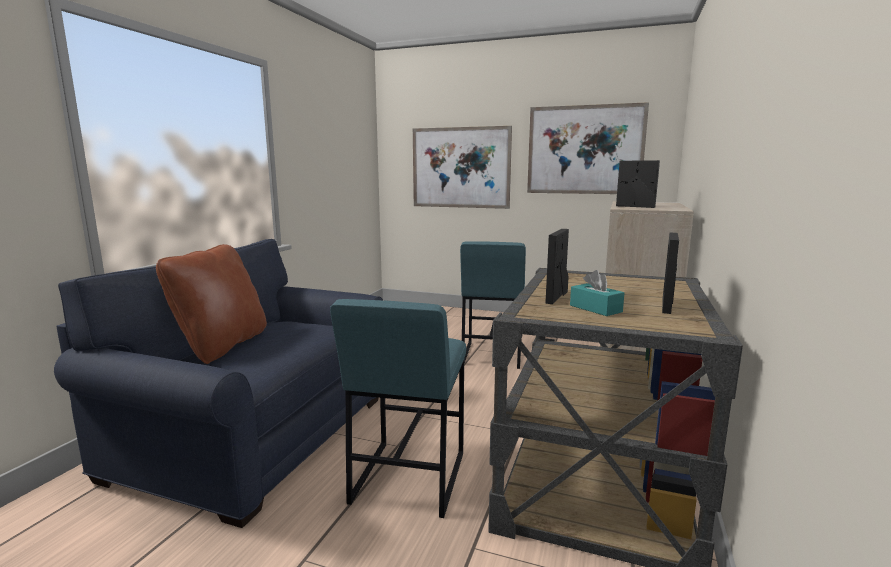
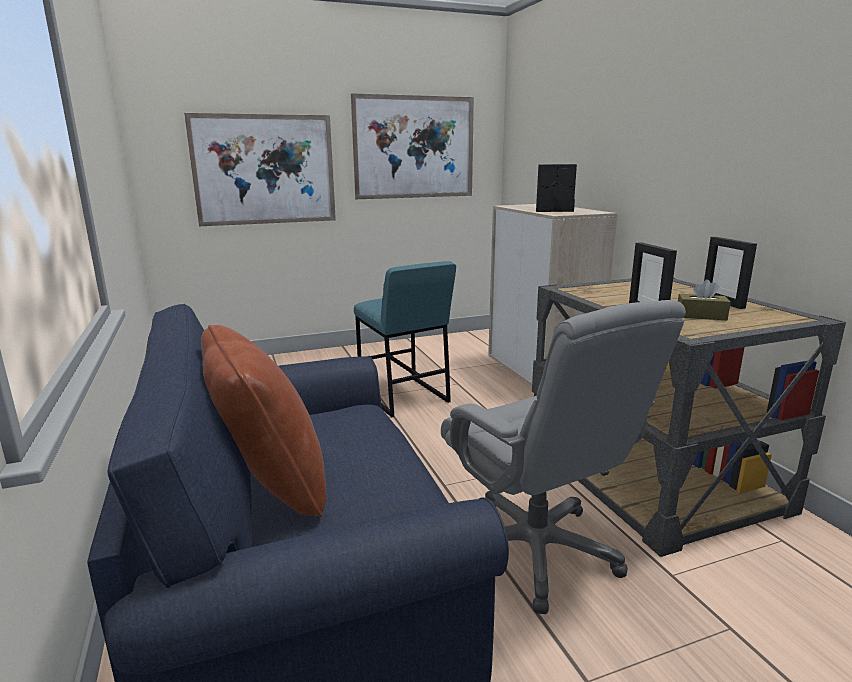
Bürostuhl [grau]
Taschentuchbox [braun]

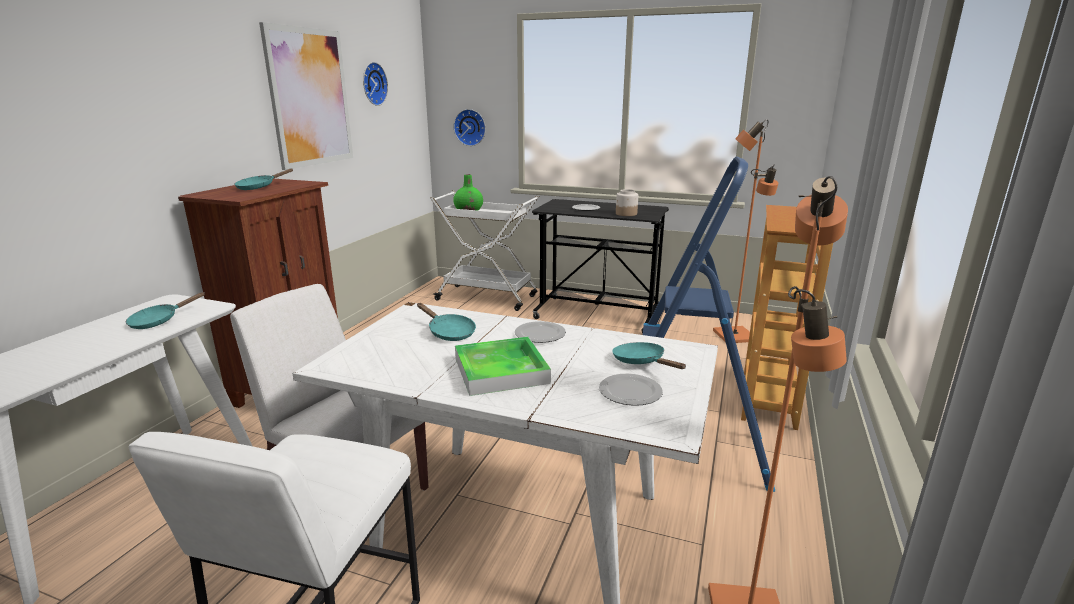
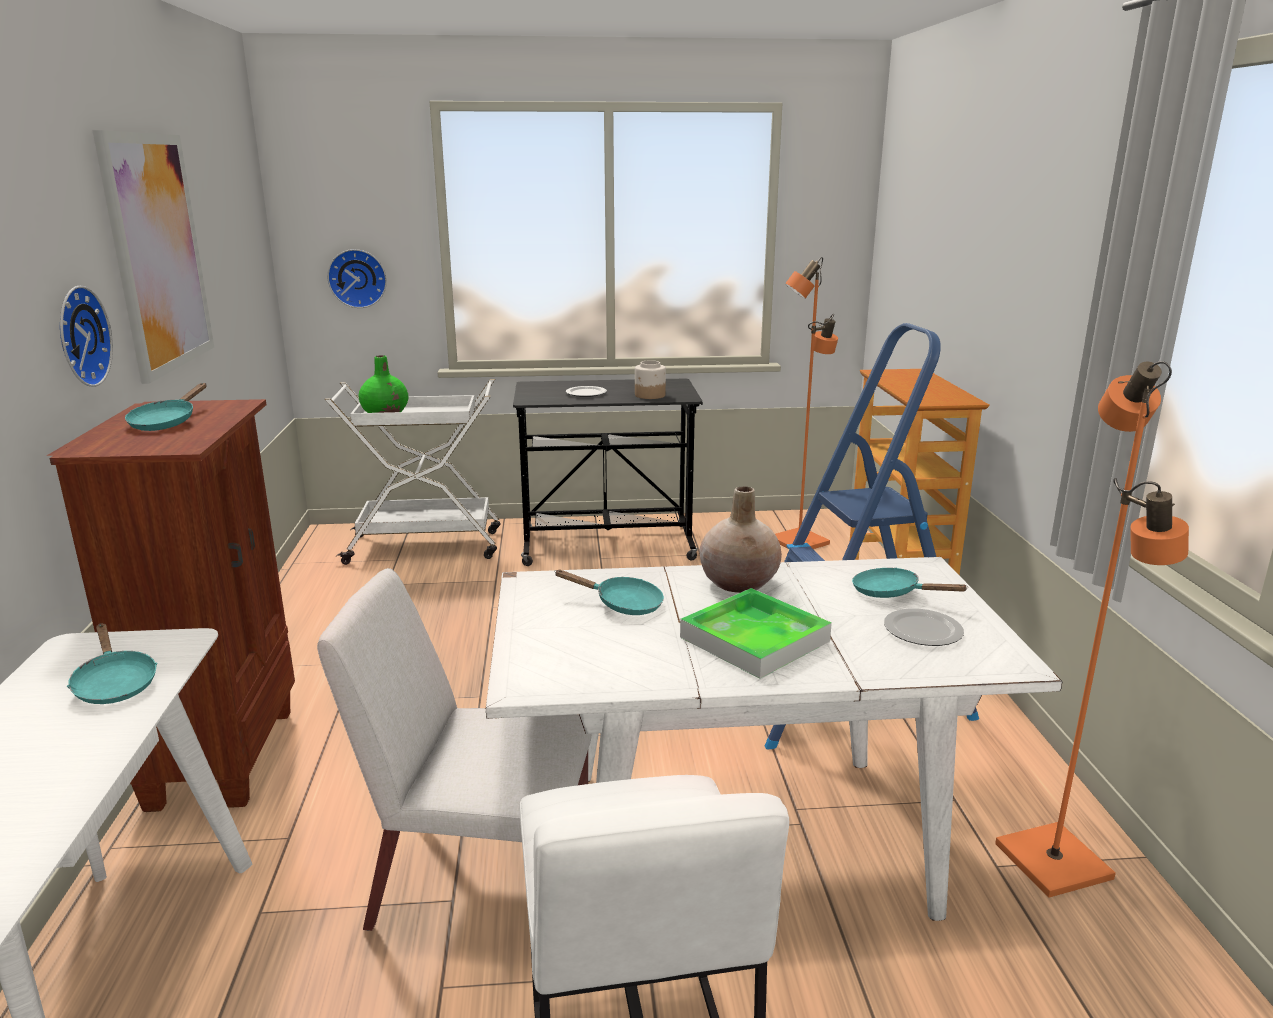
Wanduhr (no. 1 from left)
Vase [beige]
Pfanne [türkis] (no. 1 from left)

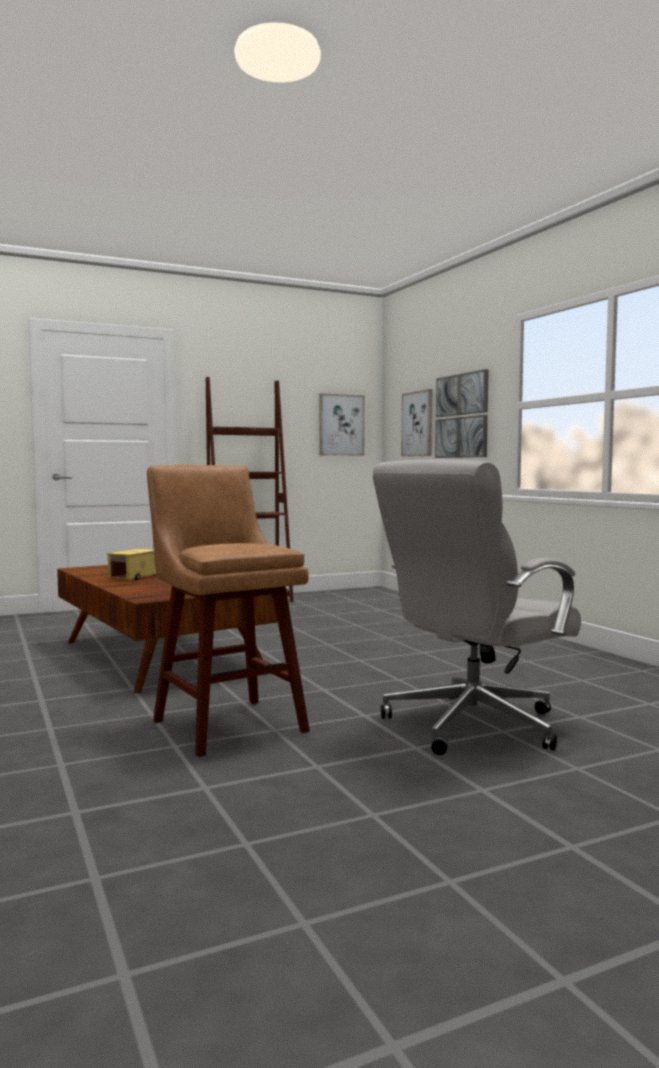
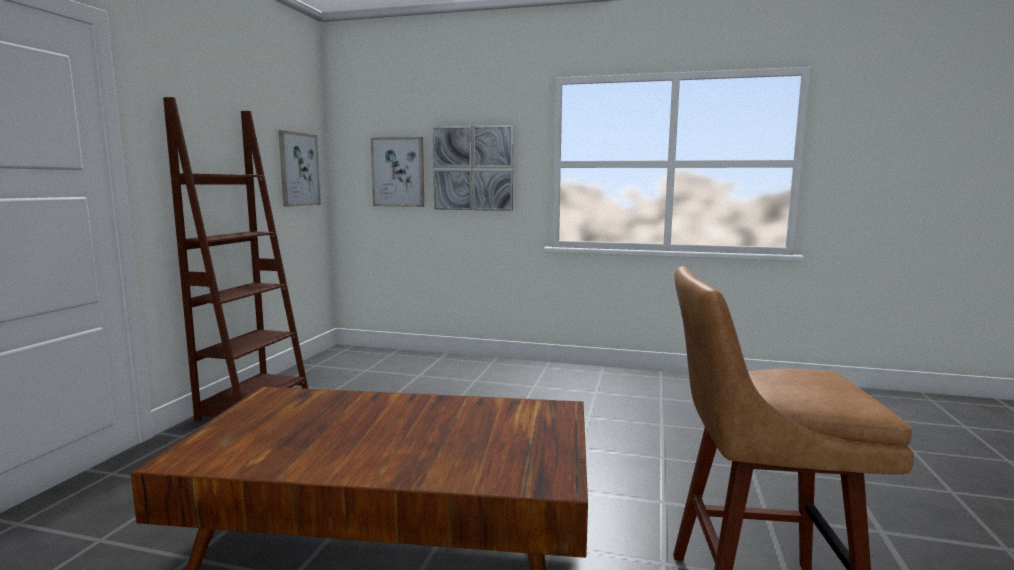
Spielzeuglaster
Bürostuhl [grau]

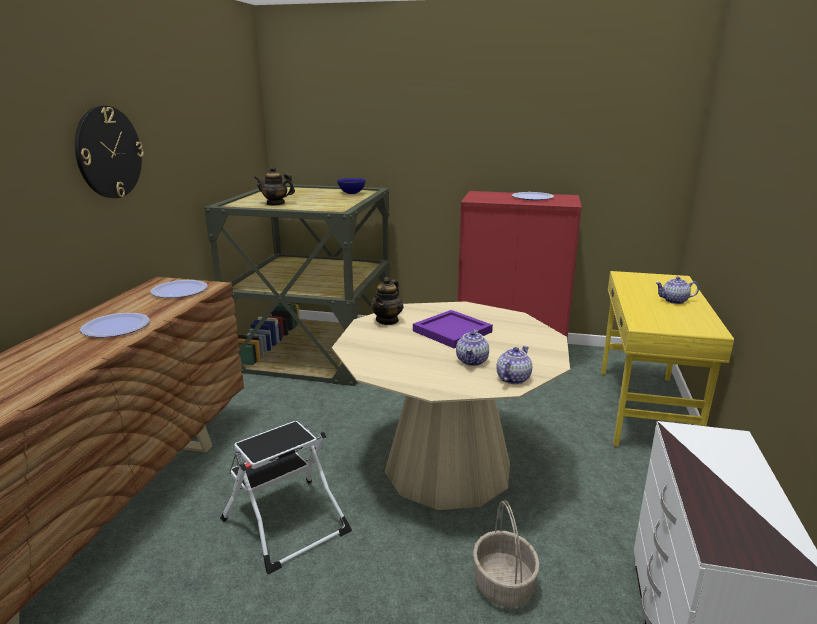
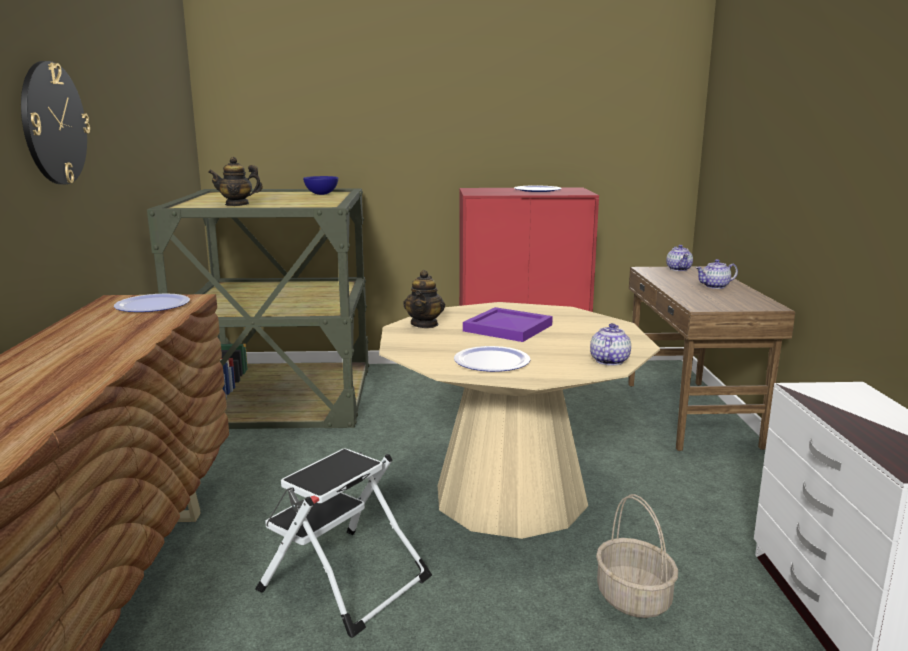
Teller (no. 2 from left)
Teekanne (no. 4 from left)
Konsolentisch [braun]

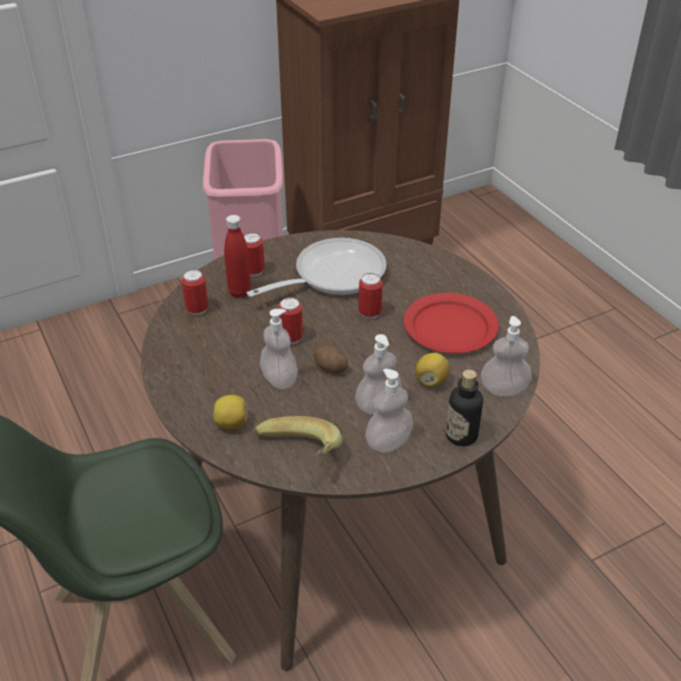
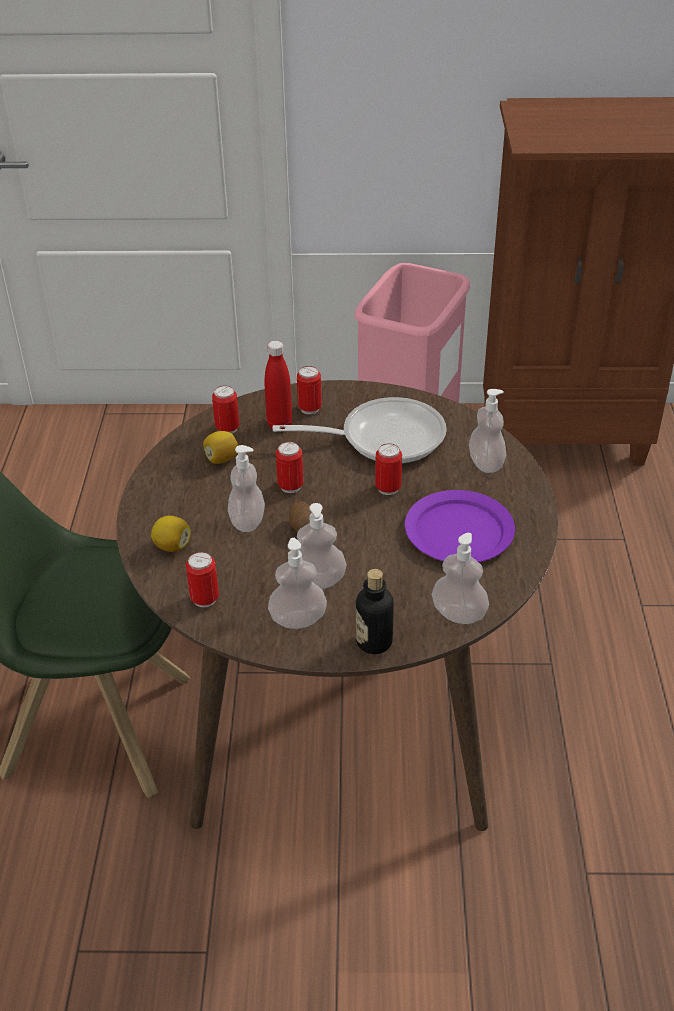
Seifenspender (no. 5 from left)
Zitrone (no. 2 from left)
Dose (no. 1 from left)
Teller [lila]

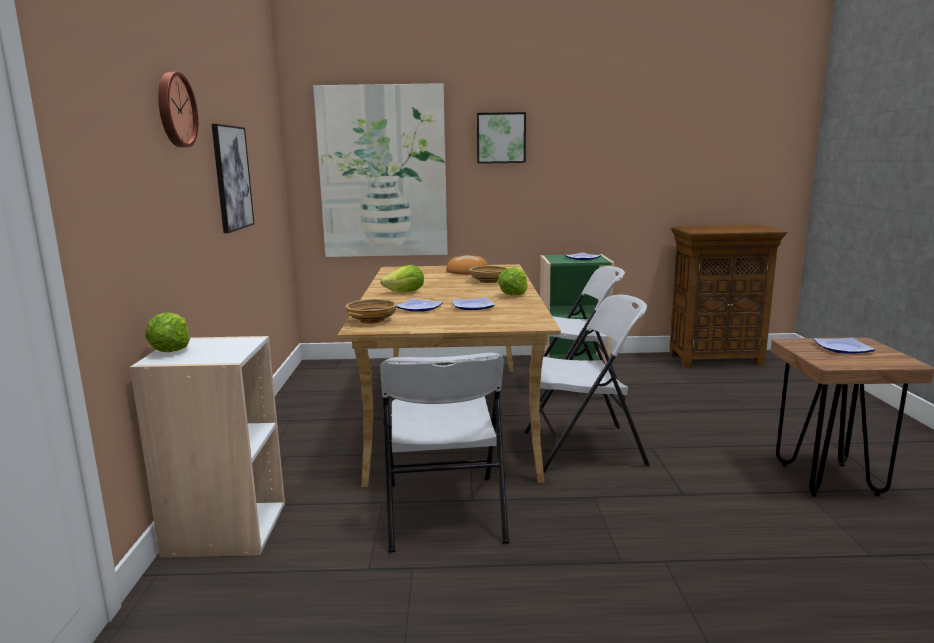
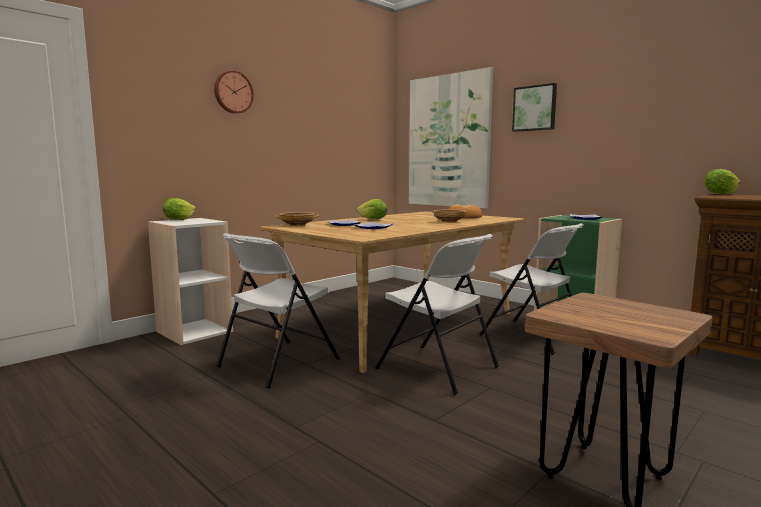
Bild (no. 1 from left in the first image)
Teller (no. 4 from left in the first image)
Salatkopf (no. 3 from left)

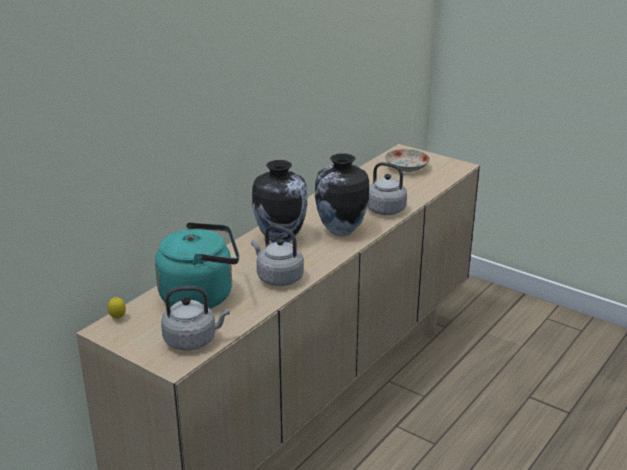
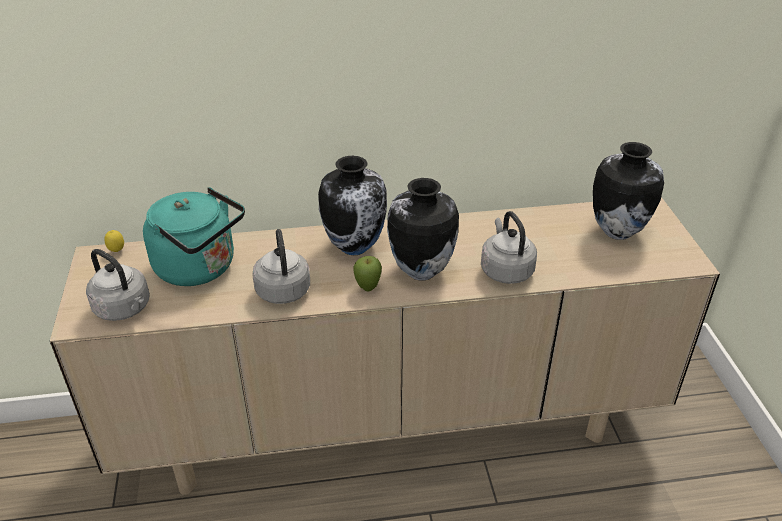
Apfel
Vase (no. 3 from left)

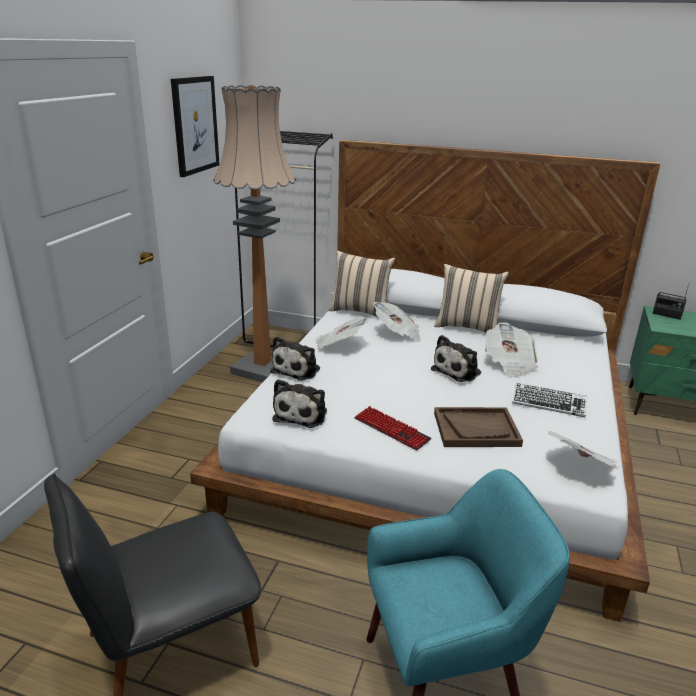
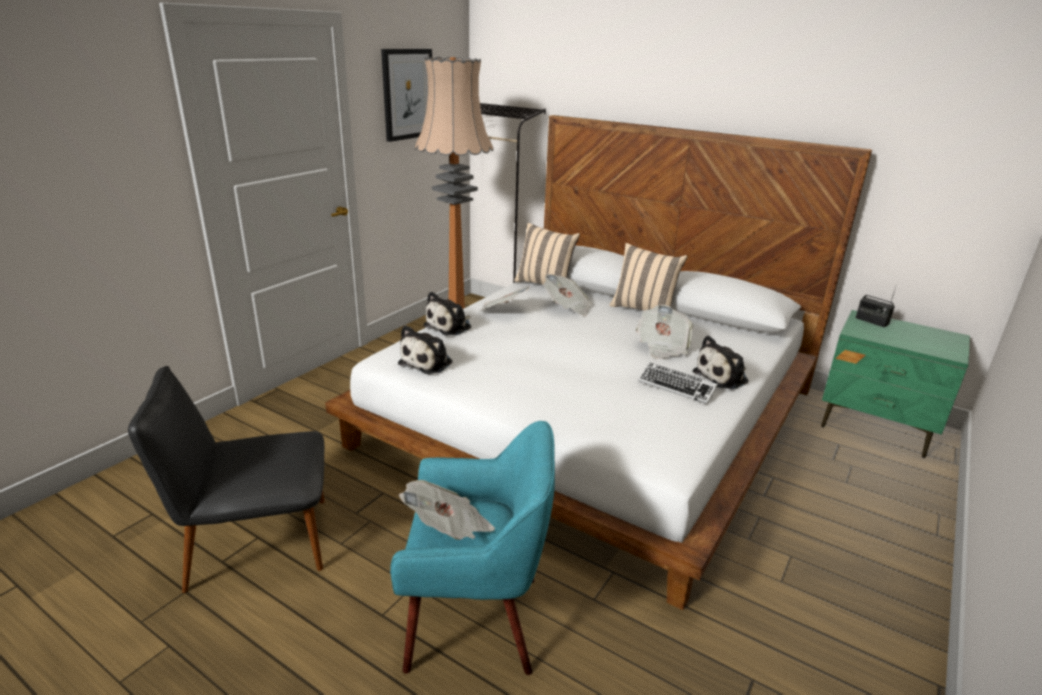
Tastatur (no. 1 from left in the first image)
Tablett [braun]
Plüschtier (no. 3 from left)
Zeitung (no. 1 from left)

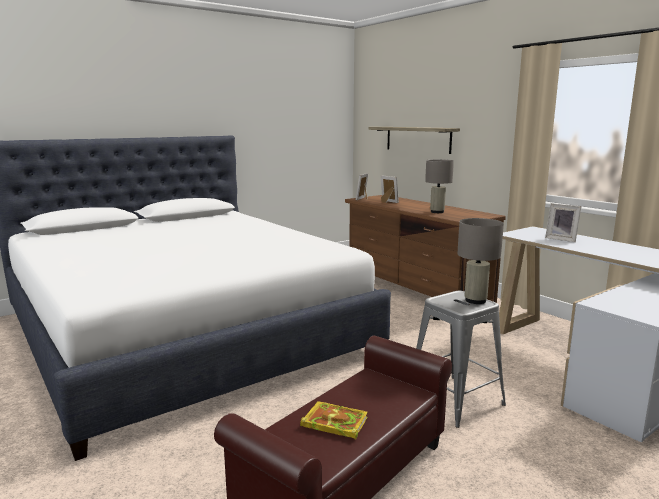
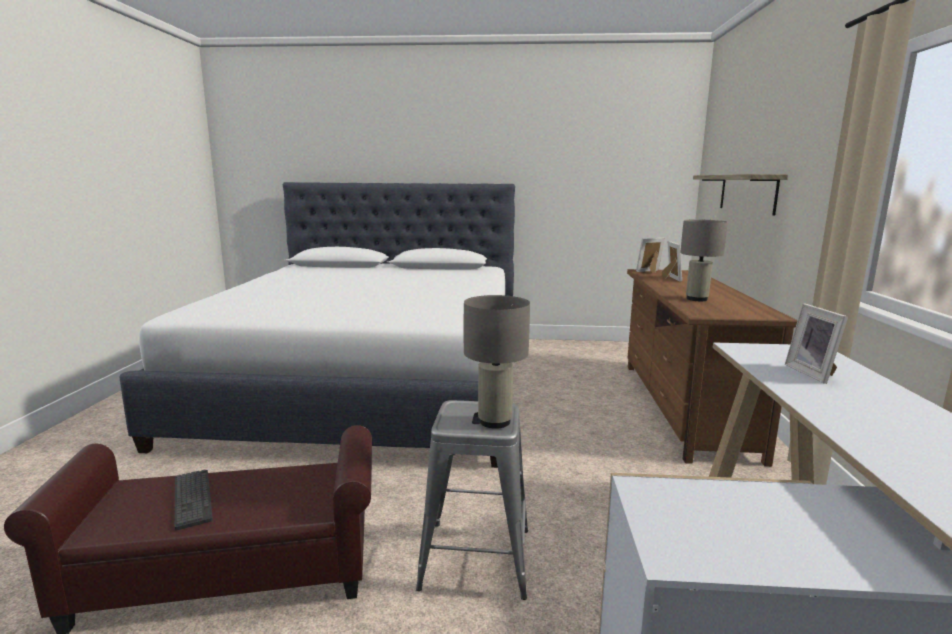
Tastatur

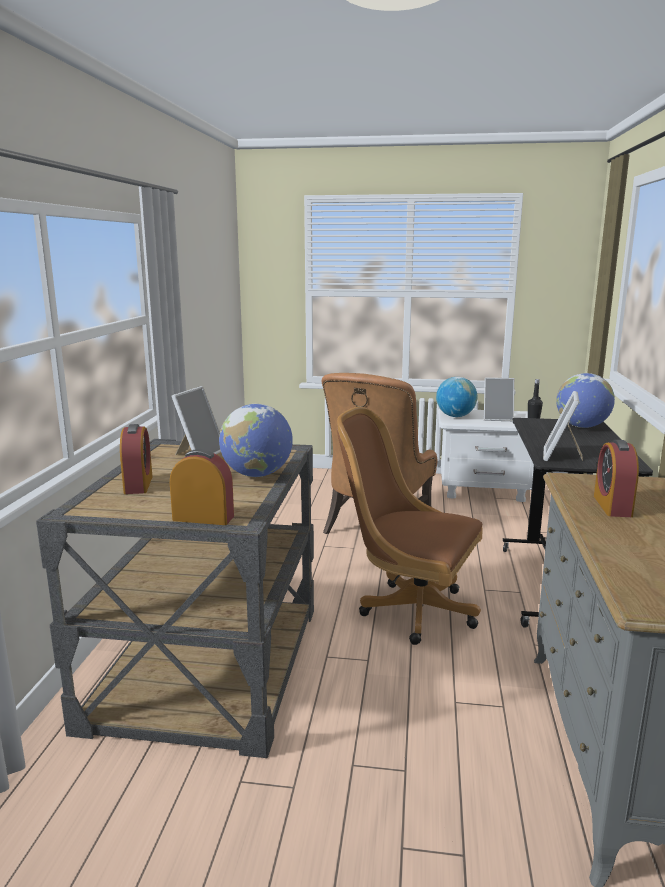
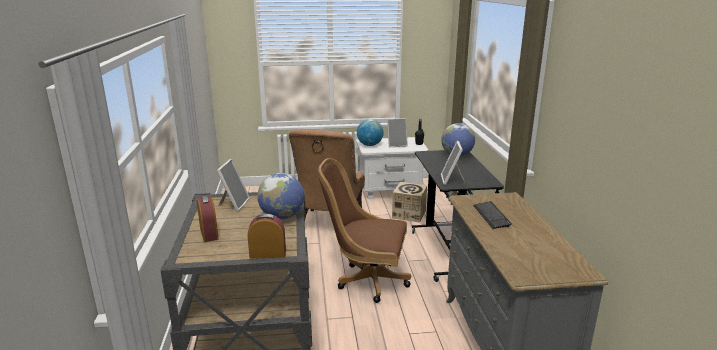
Karton
Tastatur

